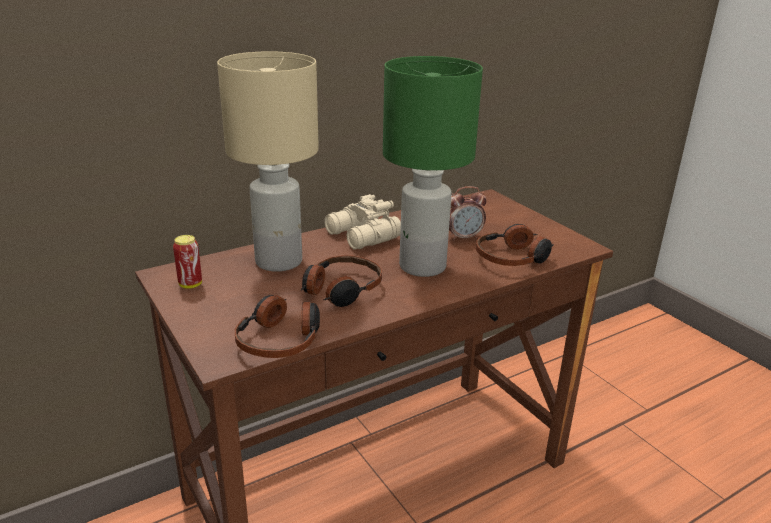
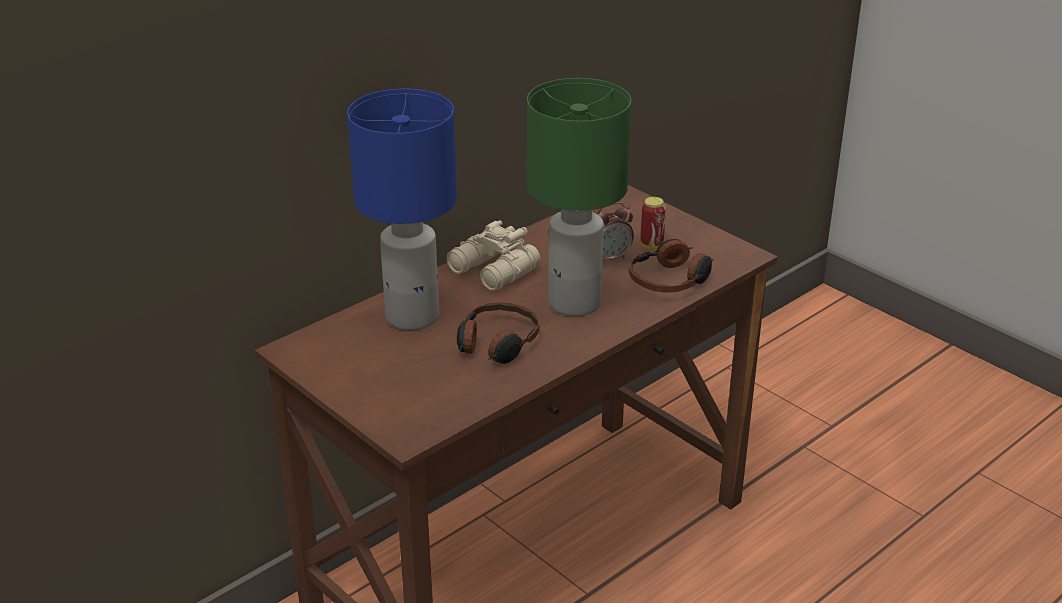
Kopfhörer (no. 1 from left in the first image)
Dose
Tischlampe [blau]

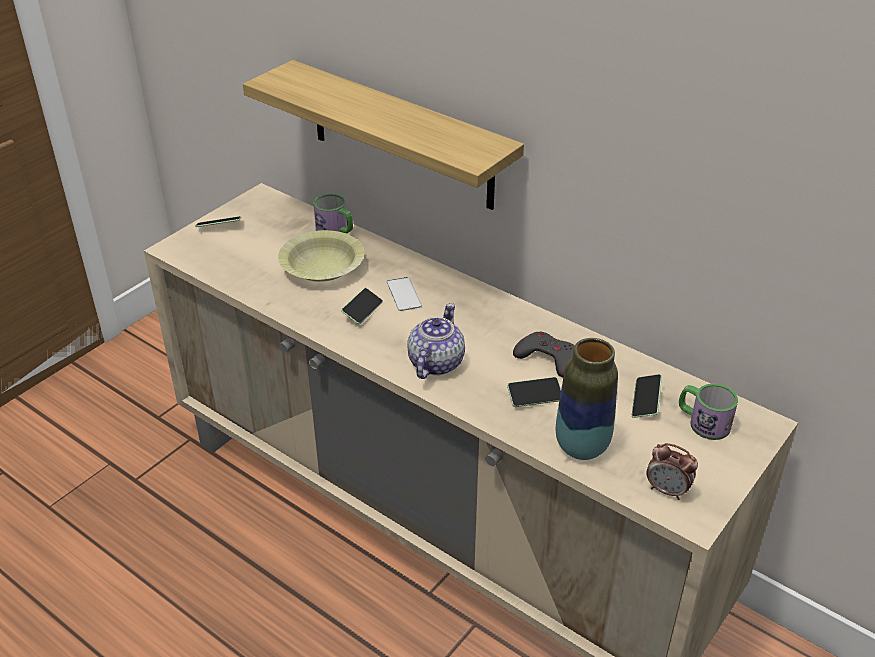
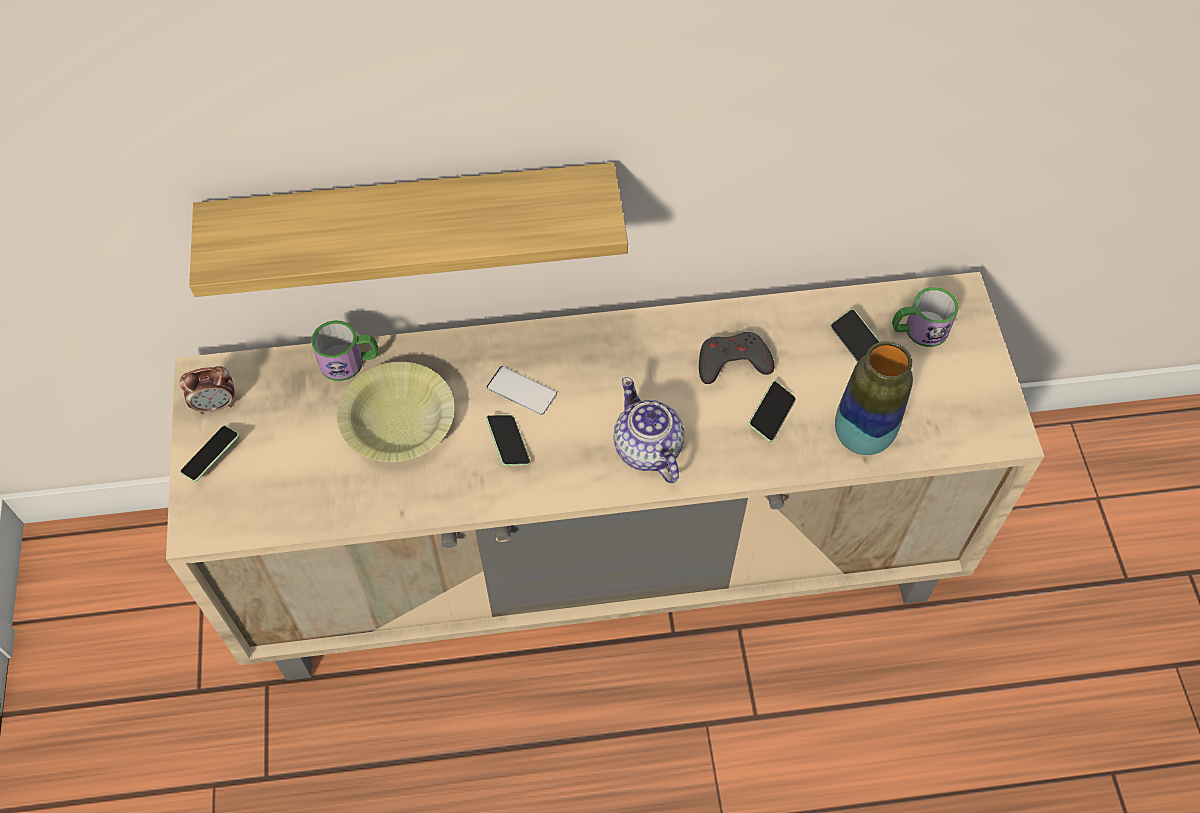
Wecker

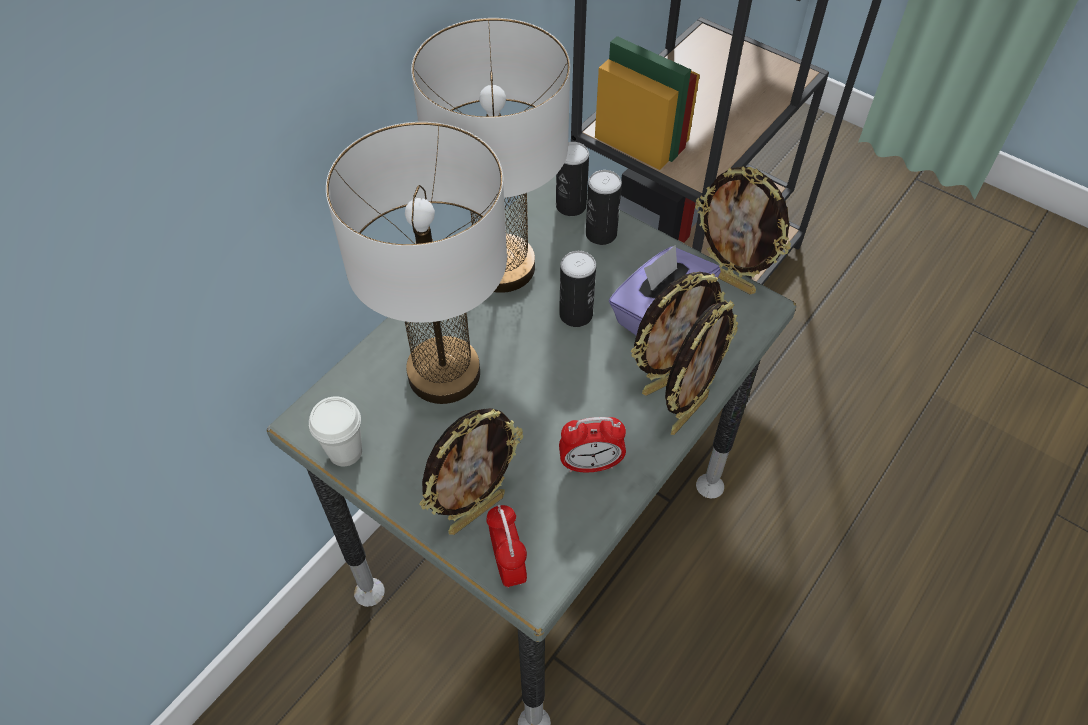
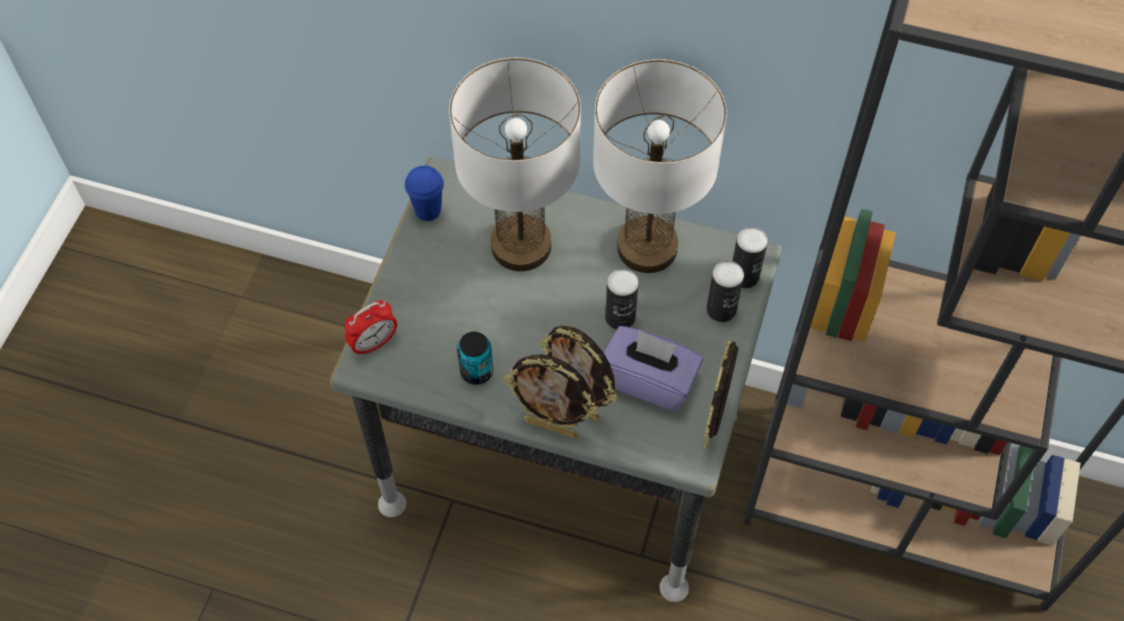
Bilderrahmen (no. 1 from left in the first image)
Dose (no. 1 from left)
Tasse [blau]

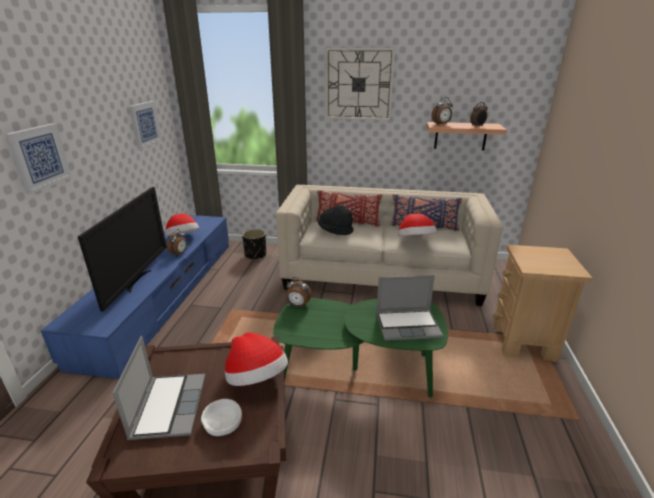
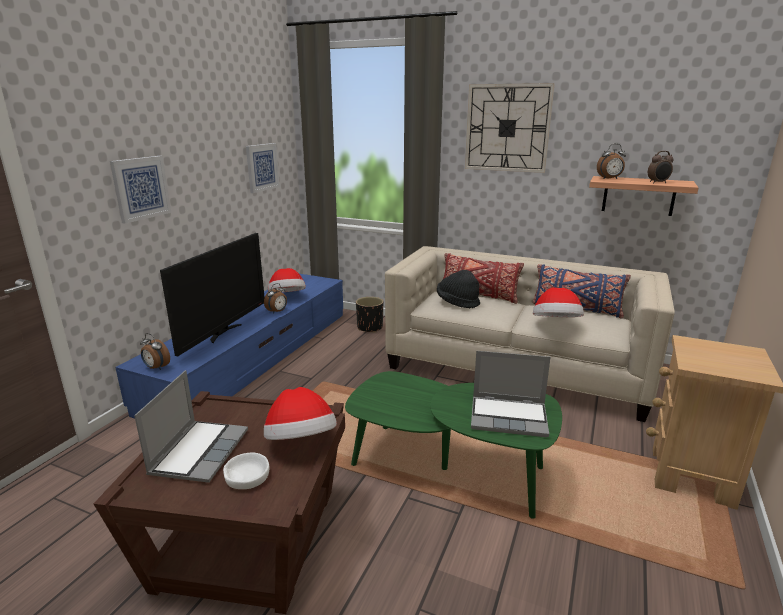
Wecker (no. 1 from left)

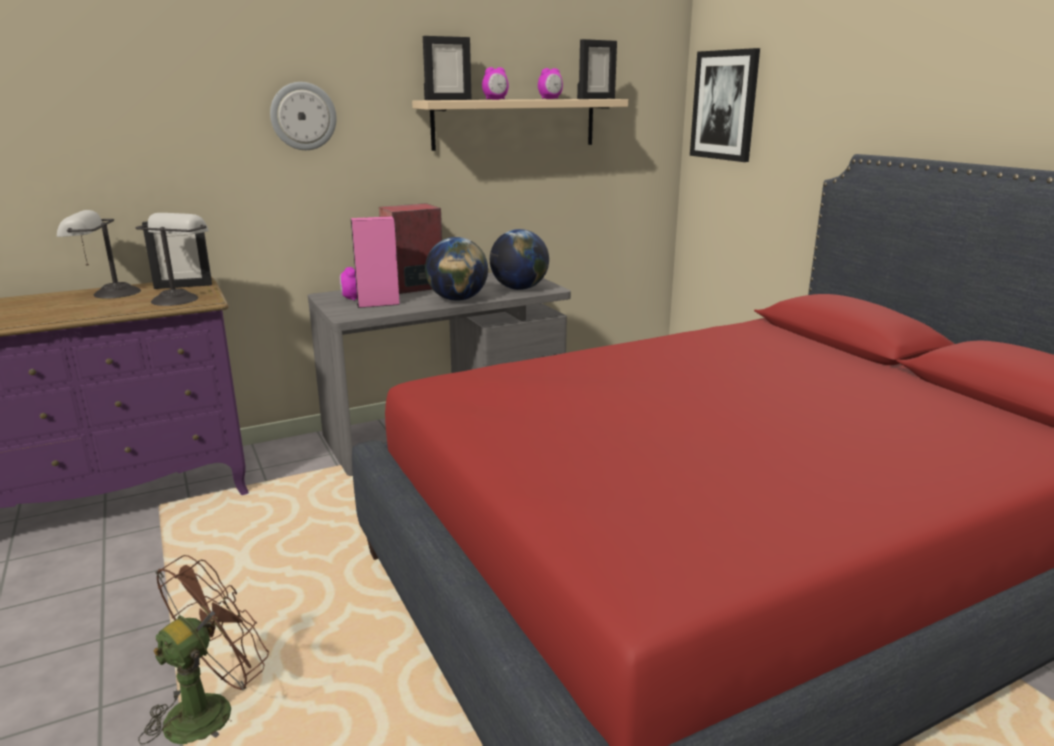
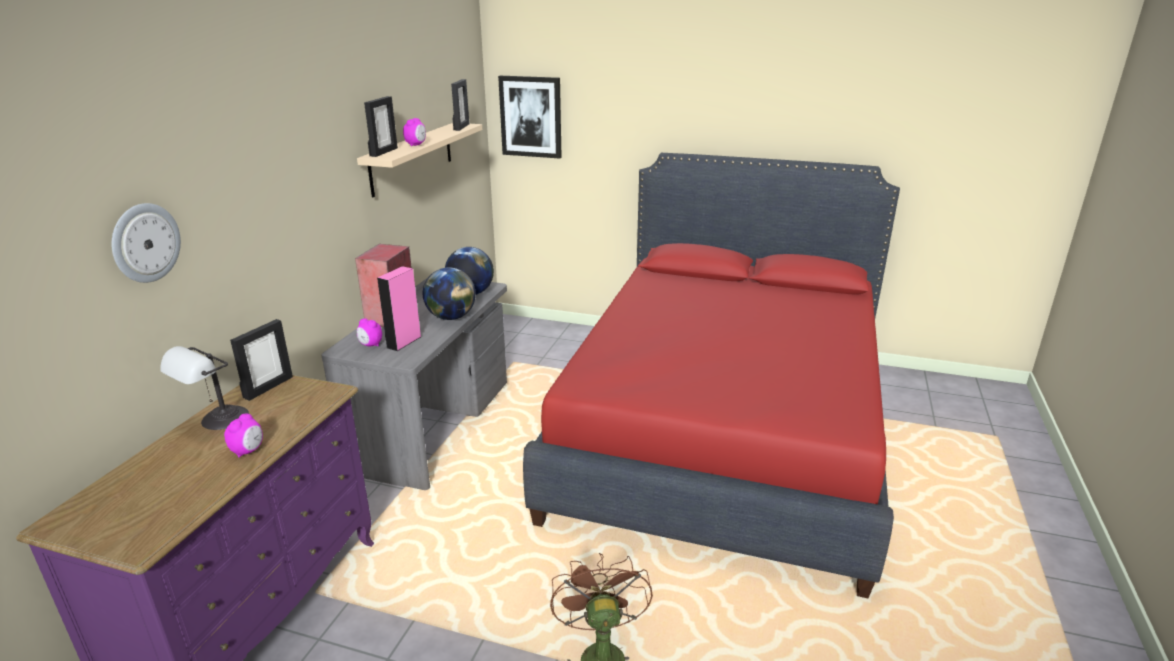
Tischlampe (no. 2 from left in the first image)
Wanduhr
Wecker (no. 1 from left)

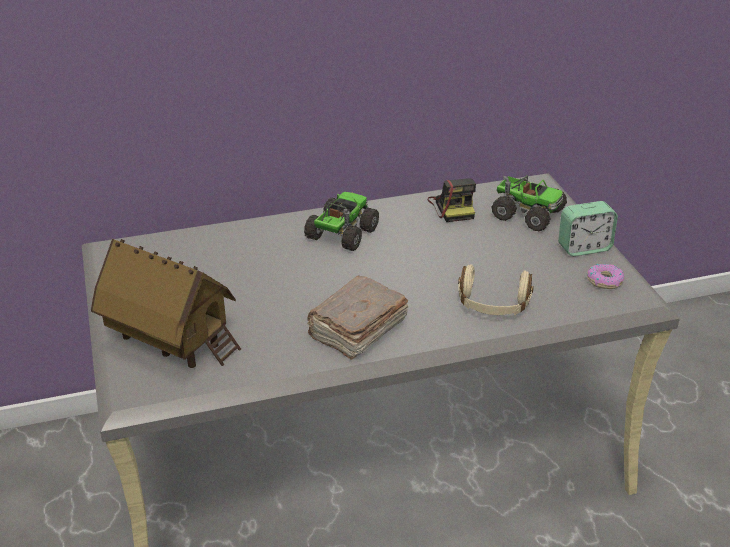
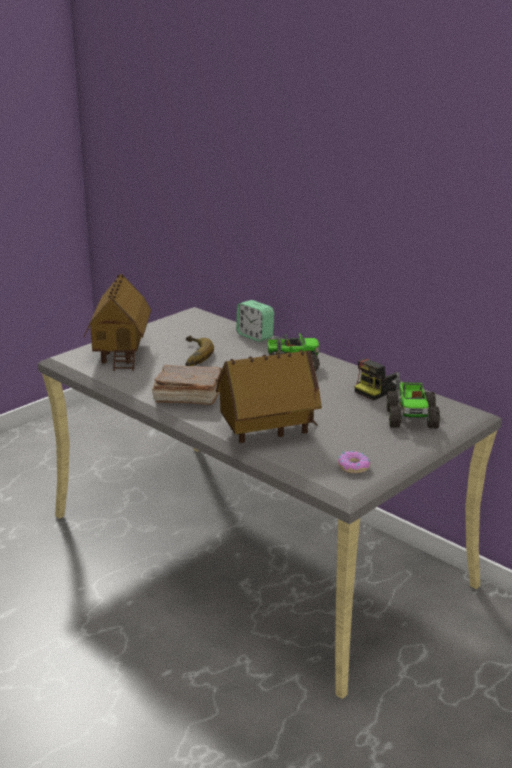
Banane
Wecker
Spielzeughaus (no. 2 from left)

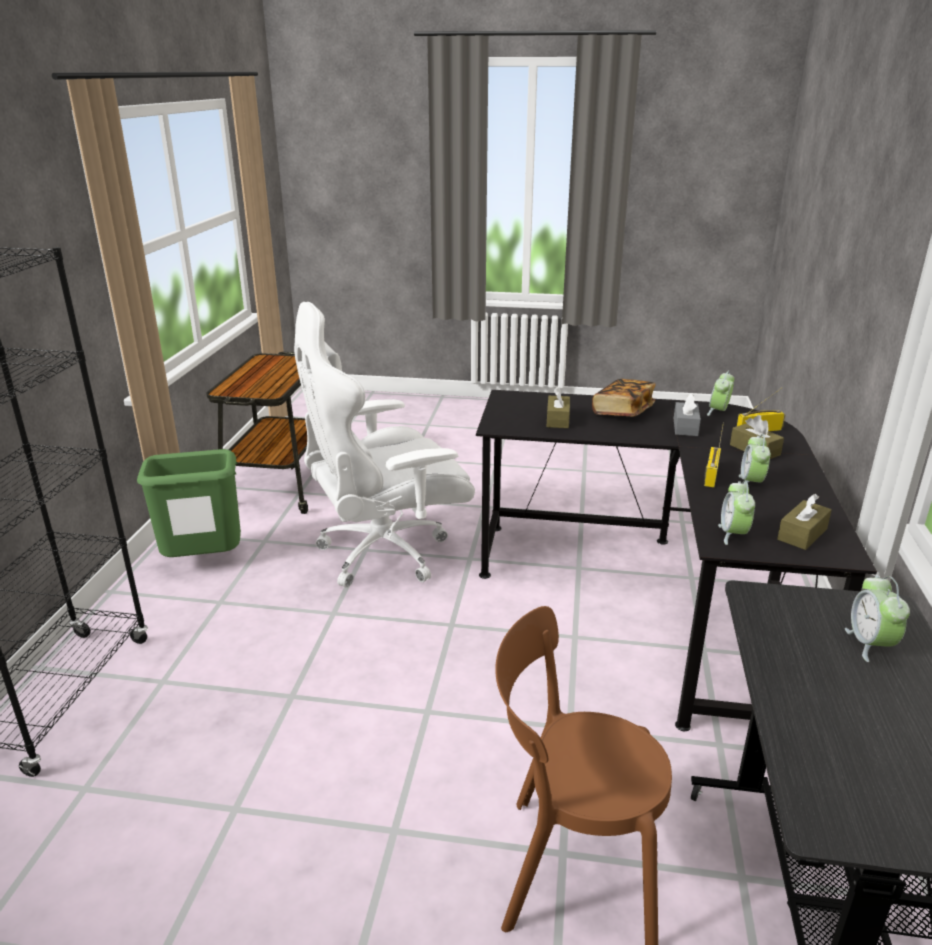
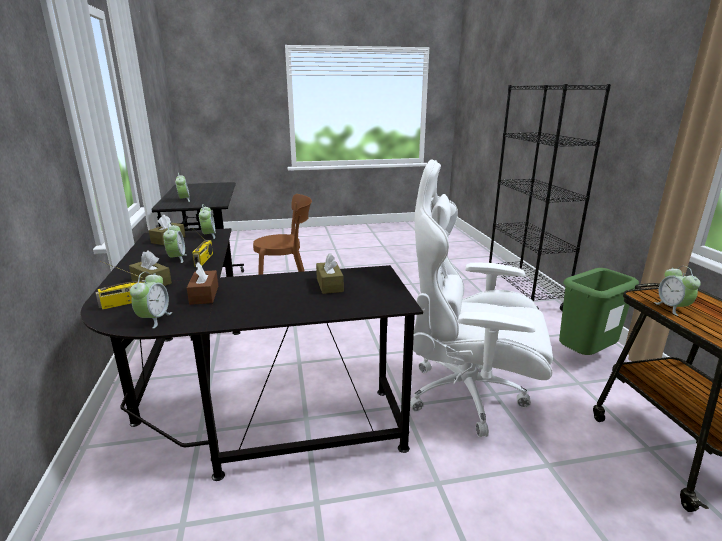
Buch
Wecker (no. 5 from left)
Taschentuchbox [braun] (no. 3 from left)
Bürostuhl [weiß]

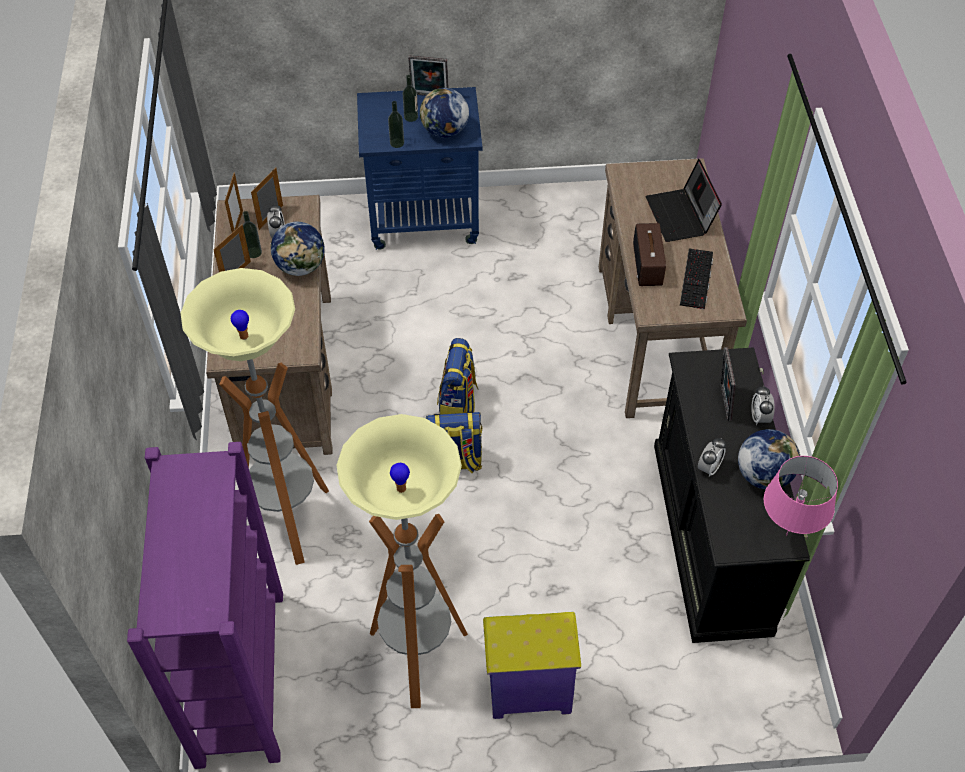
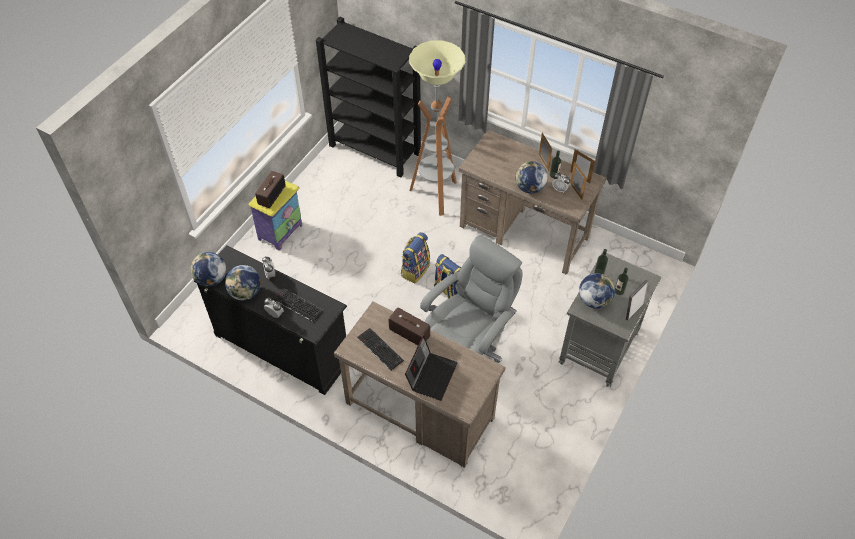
Stehlampe (no. 2 from left in the first image)
Radio (no. 1 from left)
Bürostuhl [grau]
Tastatur (no. 1 from left)
Globus (no. 1 from left)
Bücherregal [schwarz]
Rollwagen [grau]
Laptop

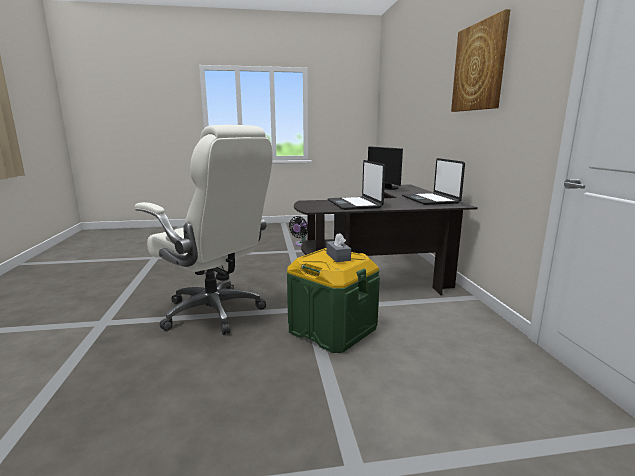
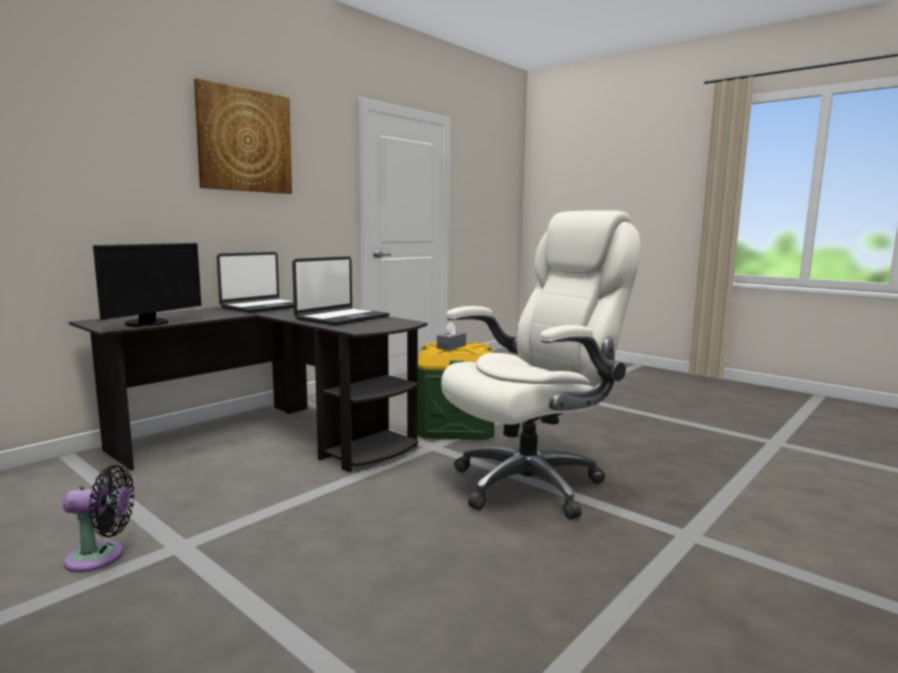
Bürostuhl [weiß]

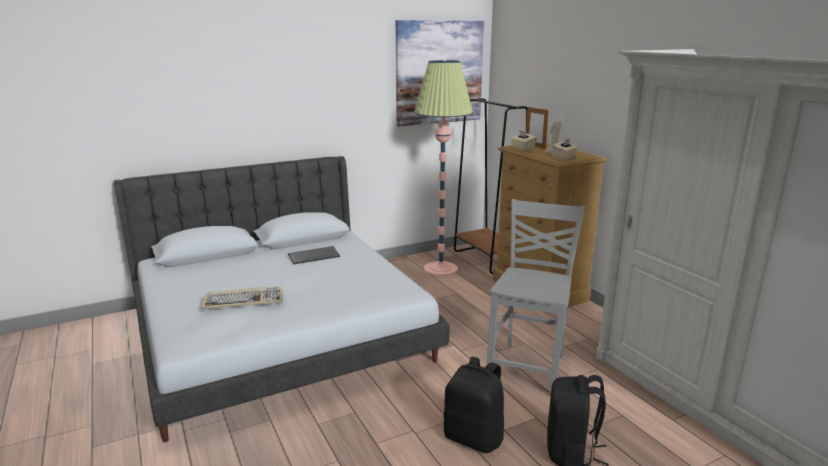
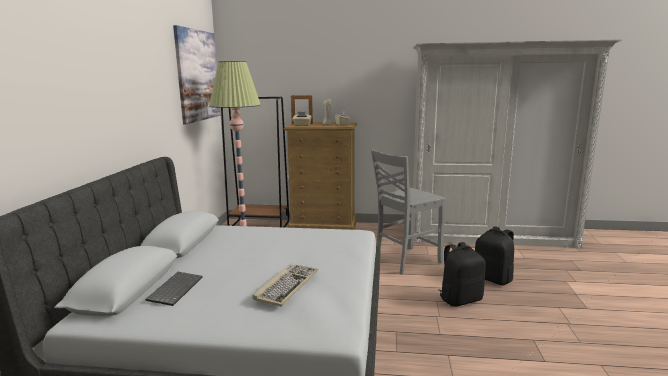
Tastatur (no. 1 from left)
Stuhl [grau]

